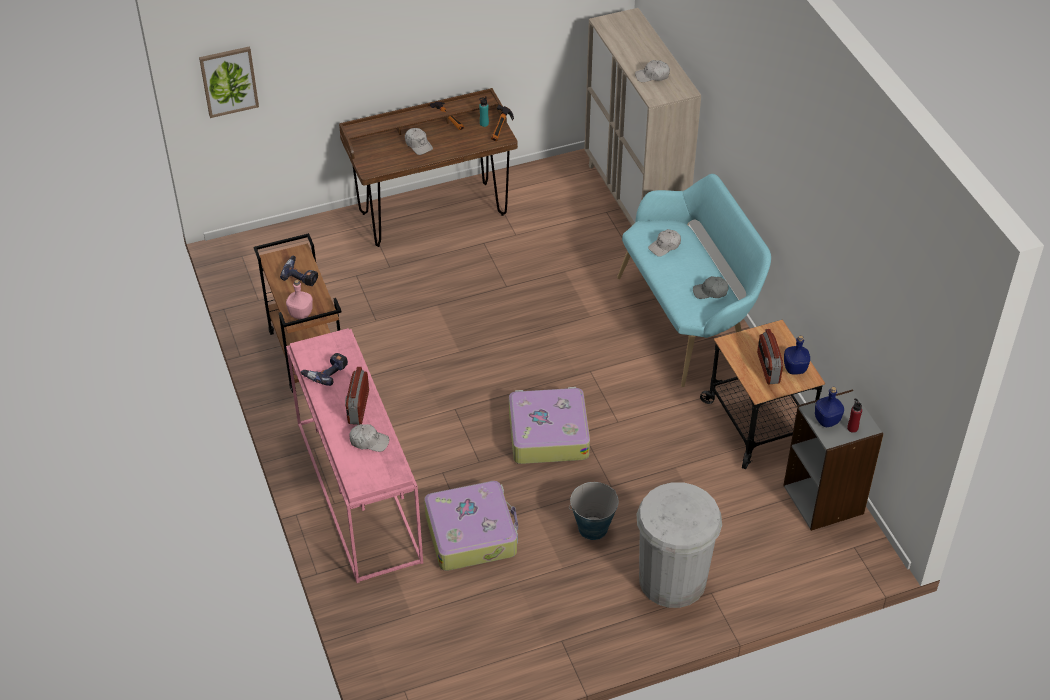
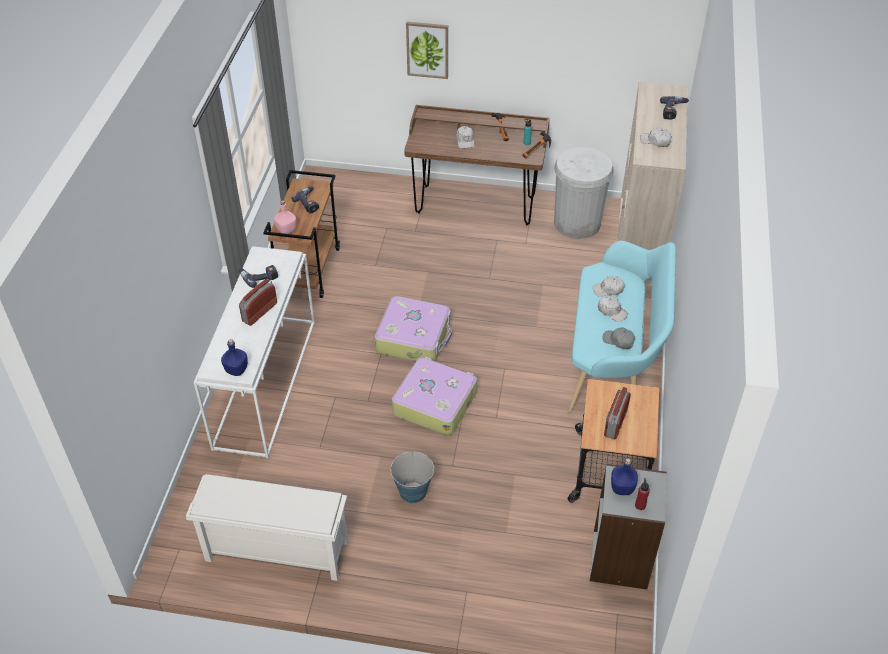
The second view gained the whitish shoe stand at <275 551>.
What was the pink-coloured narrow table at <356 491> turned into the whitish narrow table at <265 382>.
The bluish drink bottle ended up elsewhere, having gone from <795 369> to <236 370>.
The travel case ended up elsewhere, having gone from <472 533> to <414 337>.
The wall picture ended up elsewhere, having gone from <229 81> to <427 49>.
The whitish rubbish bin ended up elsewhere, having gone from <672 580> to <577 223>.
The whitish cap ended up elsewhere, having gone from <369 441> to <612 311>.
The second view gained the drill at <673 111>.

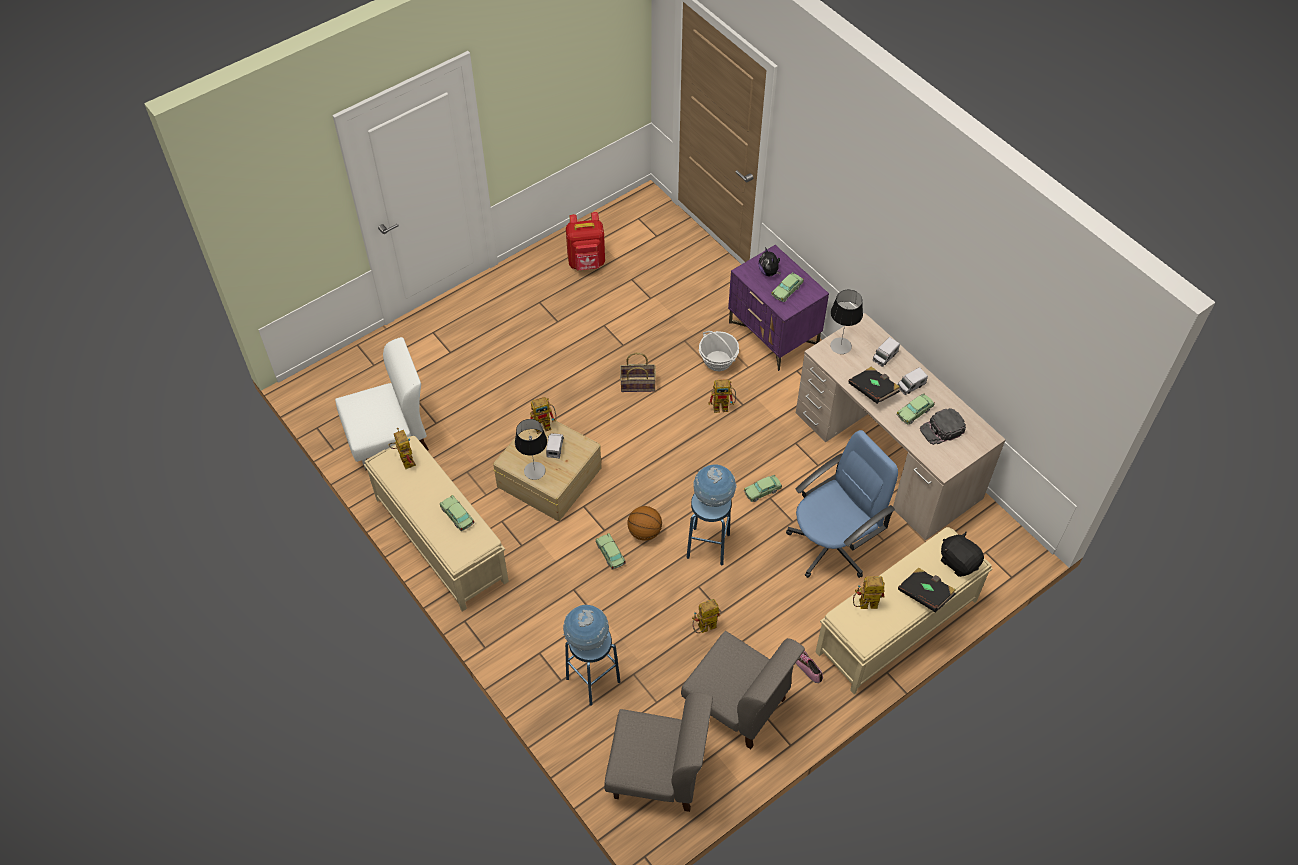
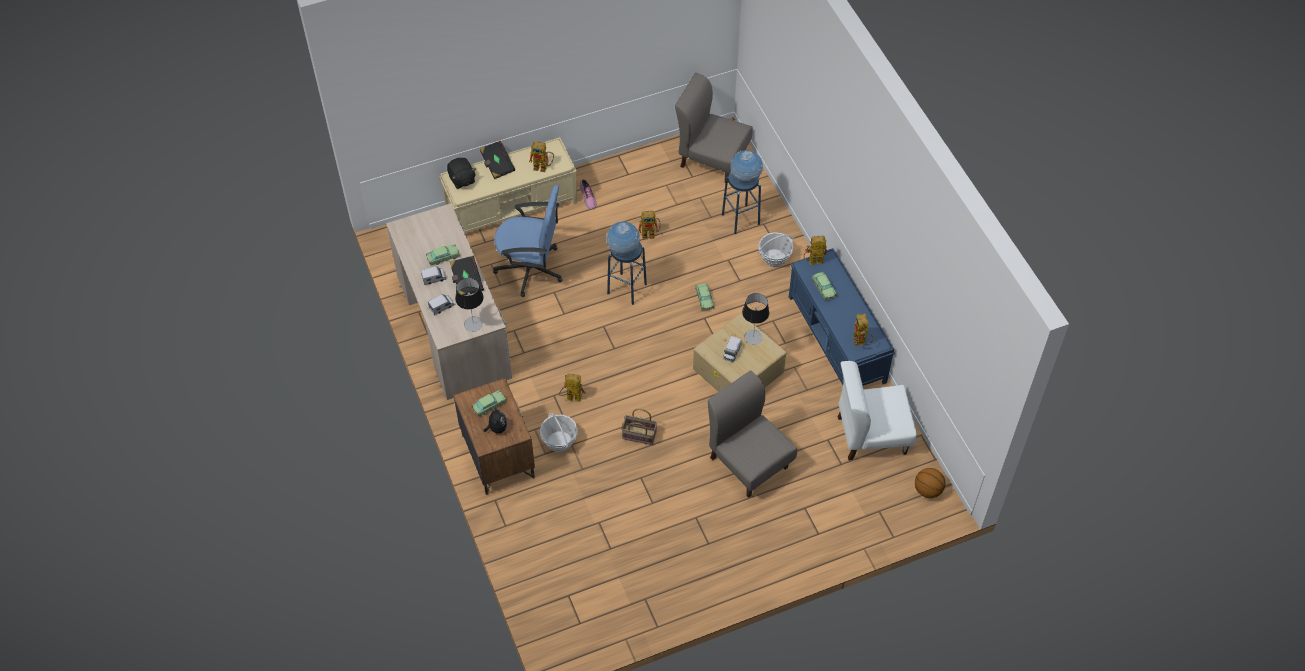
What was the purple-coloured nightstand at <774 334> turned into the brown nightstand at <497 456>.
The bluish computer chair at <832 544> ended up facing another way, 150 degrees counterclockwise from before.
The grey plain chair ended up elsewhere, having gone from <737 704> to <748 462>.
The second view gained the basket at <774 258>.
What was the sand-coloured long seat at <440 539> turned into the bluish long seat at <837 339>.
The model robot ended up elsewhere, having gone from <545 425> to <812 262>.
The basketball ended up elsewhere, having gone from <644 532> to <928 490>.
The second view lost the reddish rucksack at <587 263>.
The second view lost the model car at <762 491>.
The second view lost the black cap at <942 429>.

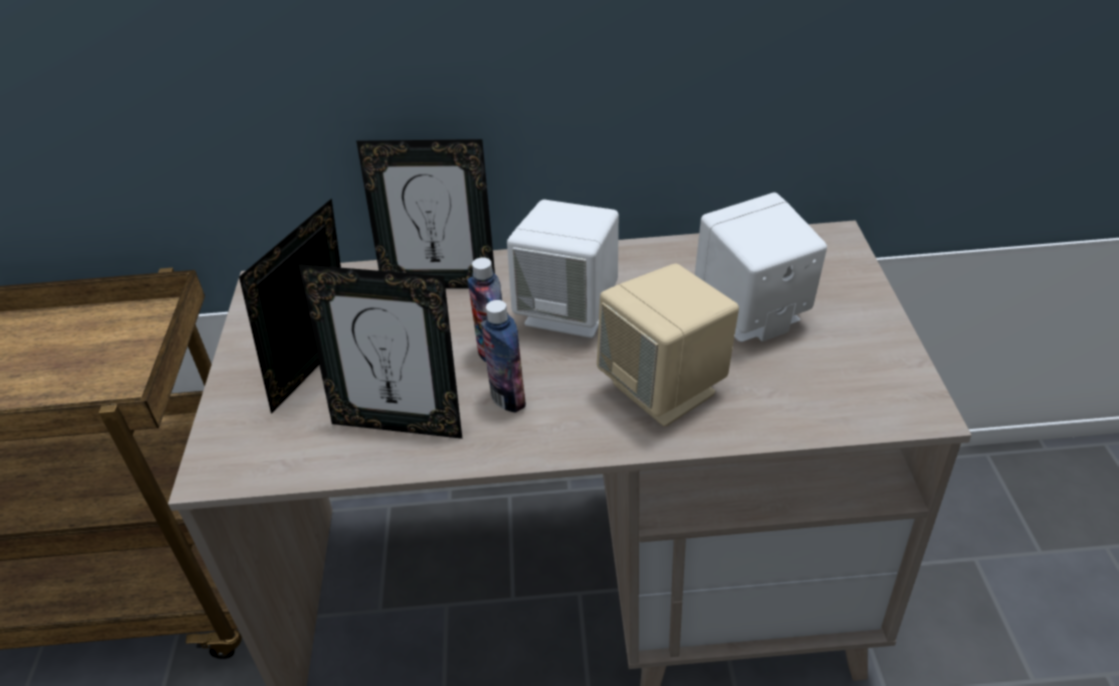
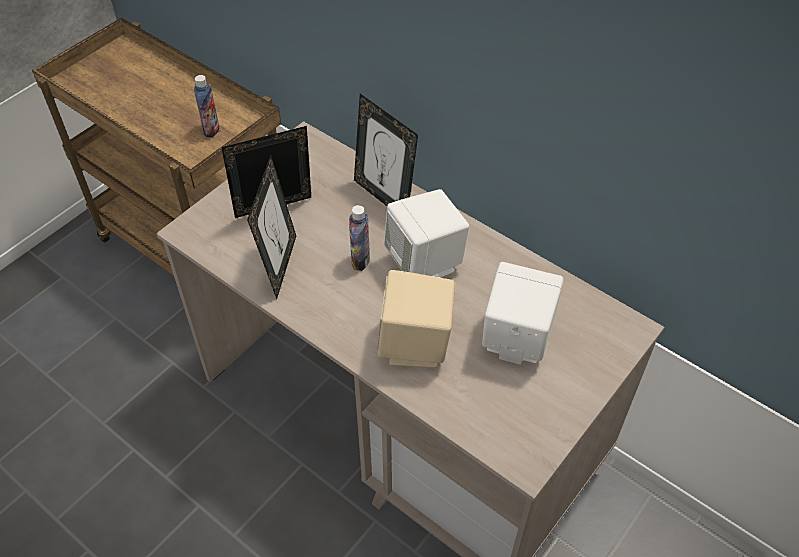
The drink bottle ended up elsewhere, having gone from <508 398> to <211 129>.
The photo frame at <400 422> ended up facing another way, 135 degrees counterclockwise from before.

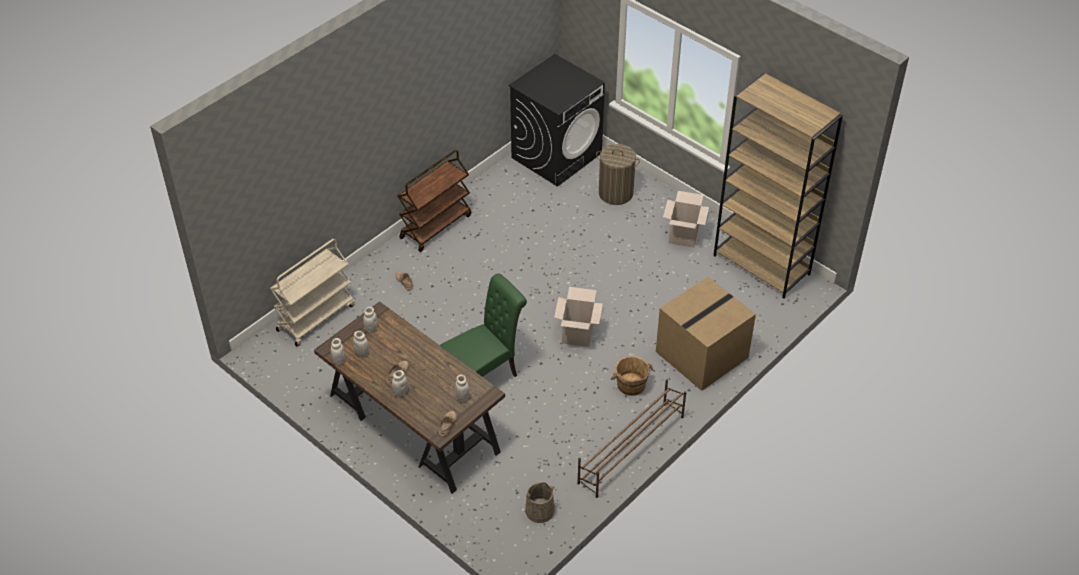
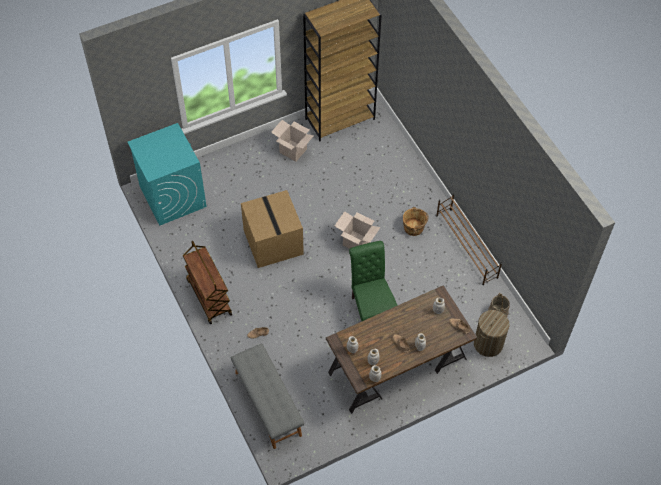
What was the black washing machine at <556 155> turned into the blue-green washing machine at <172 196>.
Where the sand-coloured cart stood at <316 317>, the grey long seat came to stand at <267 403>.
The packing box ended up elsewhere, having gone from <702 356> to <274 242>.
The hamper ended up elsewhere, having gone from <616 193> to <488 343>.

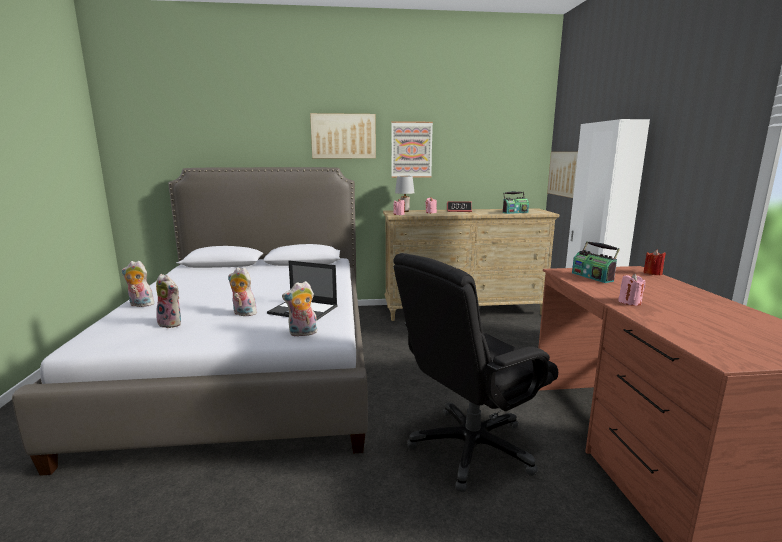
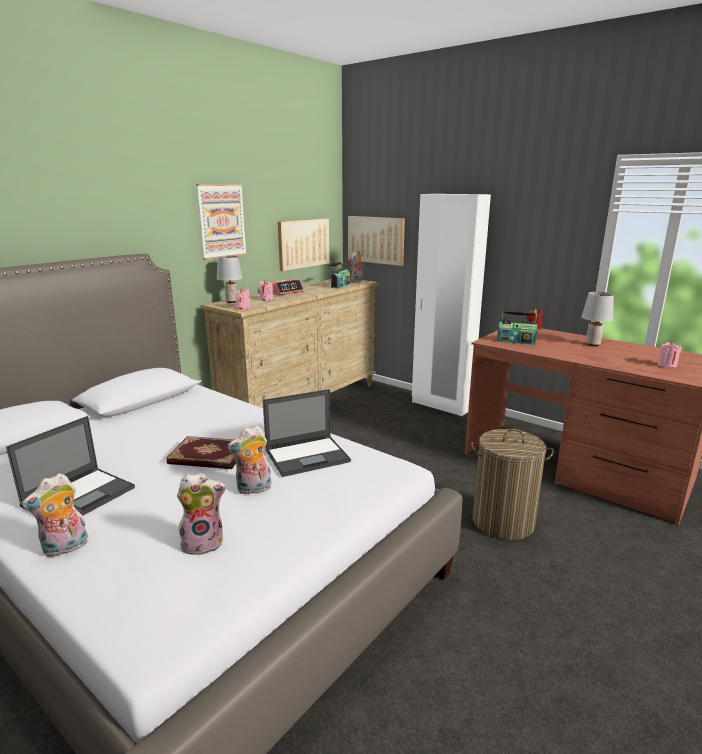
The second view gained the notebook computer at <80 496>.
The second view gained the volume at <208 456>.
The wall picture ended up elsewhere, having gone from <343 136> to <303 243>.
The plush toy ended up elsewhere, having gone from <302 334> to <356 281>.
Where the black computer chair stood at <471 448>, the hamper came to stand at <502 522>.
The second view gained the grey tabletop lamp at <592 344>.
The pink-coloured candle ended up elsewhere, having gone from <629 302> to <667 365>.

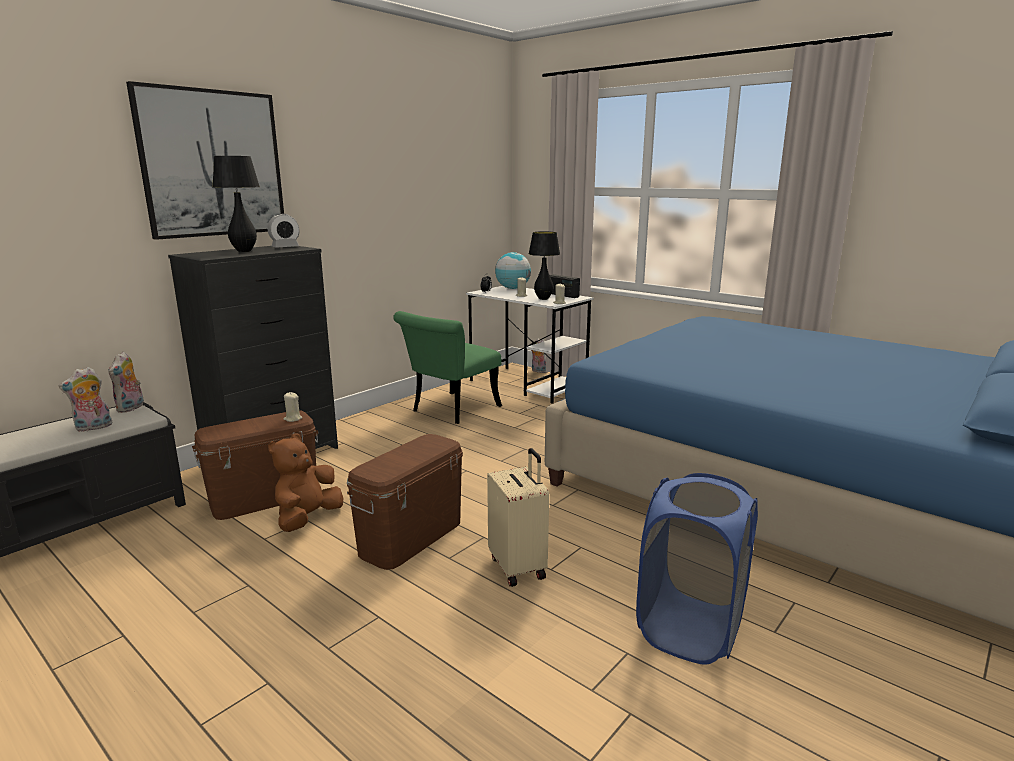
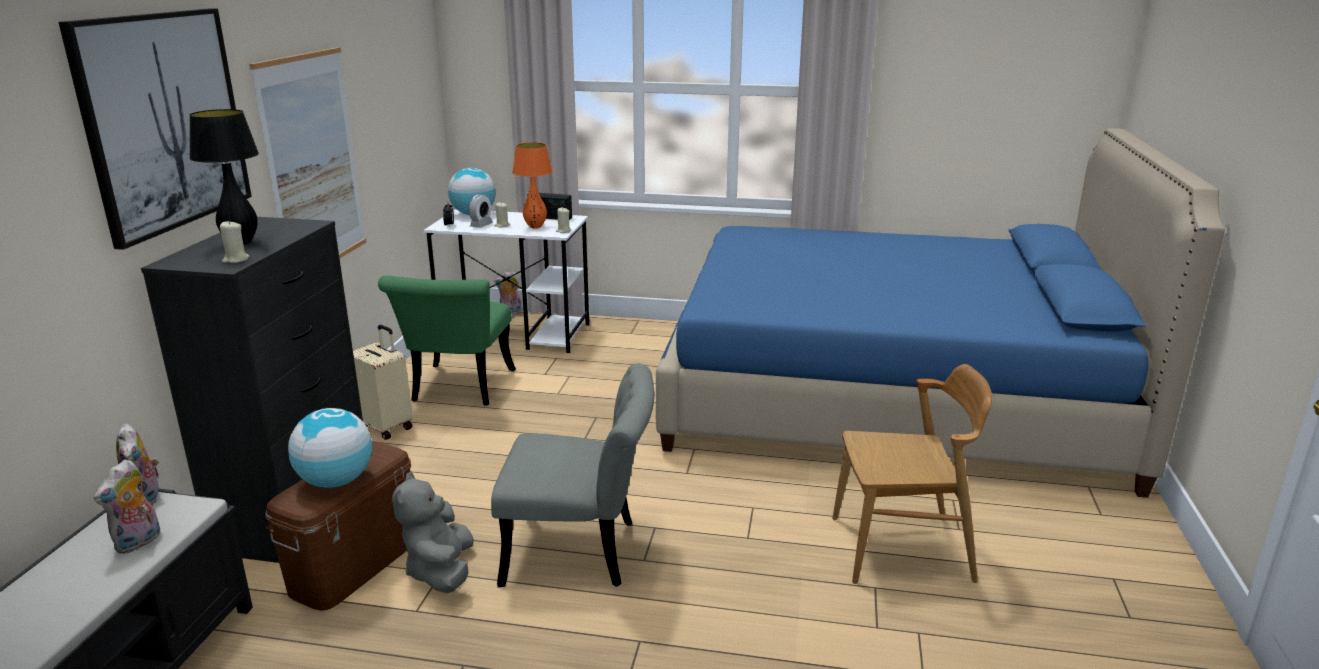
The sand-coloured candle ended up elsewhere, having gone from <293 419> to <235 259>.
The second view gained the wall picture at <312 163>.
The second view gained the desk globe at <335 481>.
The sand-coloured travel case ended up elsewhere, having gone from <519 567> to <386 426>.
What was the brown plush toy at <307 519> turned into the grey plush toy at <441 571>.
The alarm clock ended up elsewhere, having gone from <285 247> to <481 225>.
Where the brown storage box stood at <411 537>, the grey plain chair came to stand at <583 552>.
What was the black tabletop lamp at <543 299> turned into the orange tabletop lamp at <535 227>.
Where the bluish hamper stood at <690 629>, the brown plain chair came to stand at <901 549>.

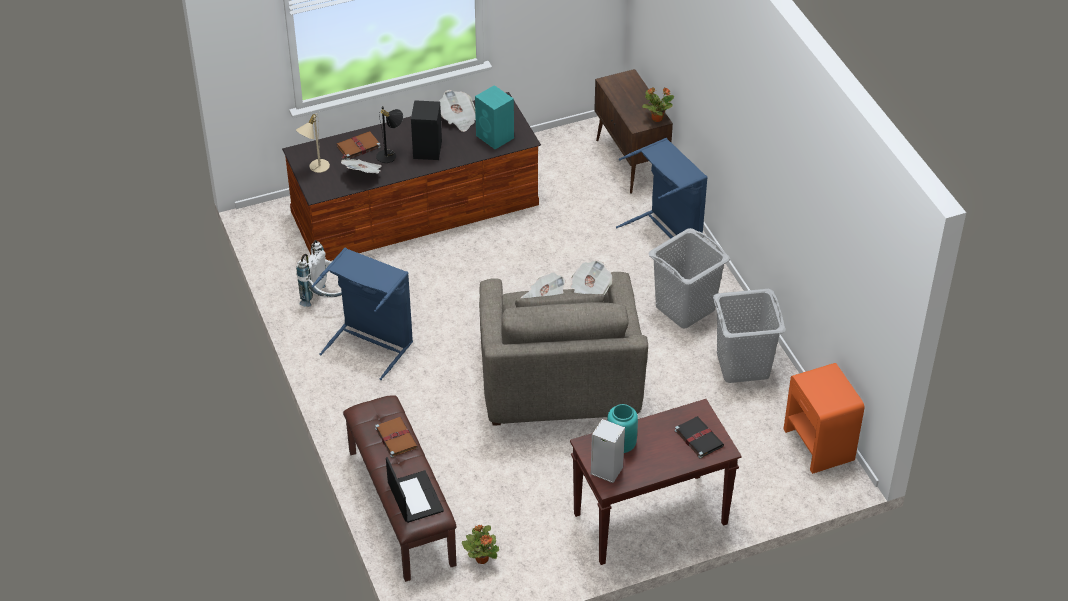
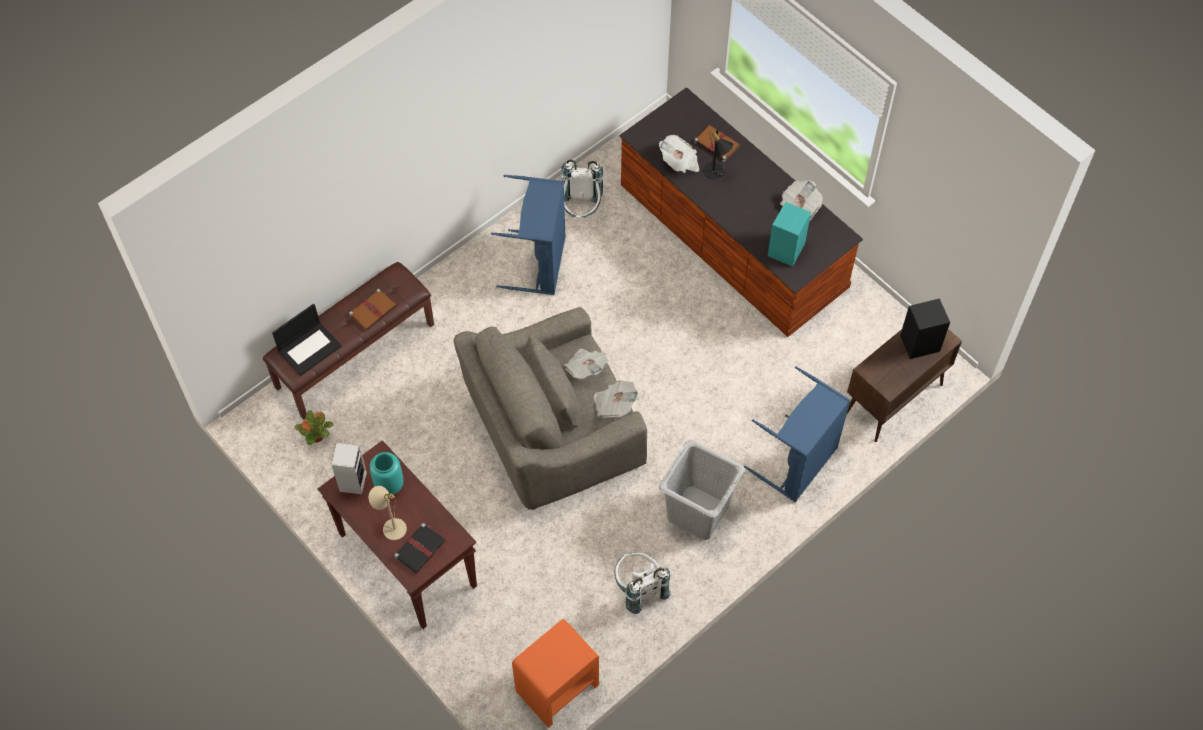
The sand-coloured tabletop lamp ended up elsewhere, having gone from <315 167> to <391 526>.
Where the grey hamper stood at <743 365>, the whitish rucksack came to stand at <638 589>.
The black speaker ended up elsewhere, having gone from <427 149> to <920 343>.
The second view lost the potted plant at <656 118>.

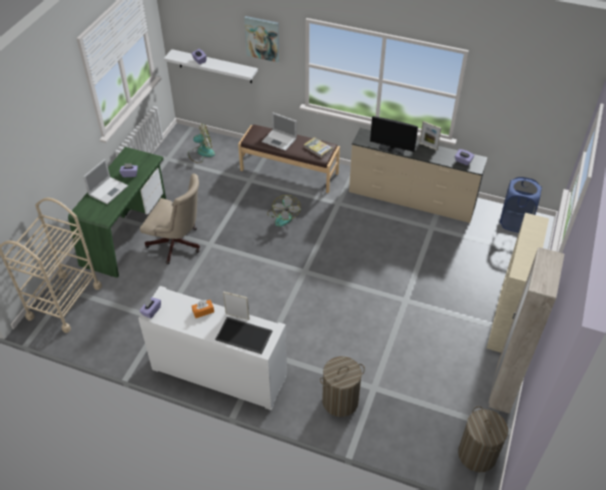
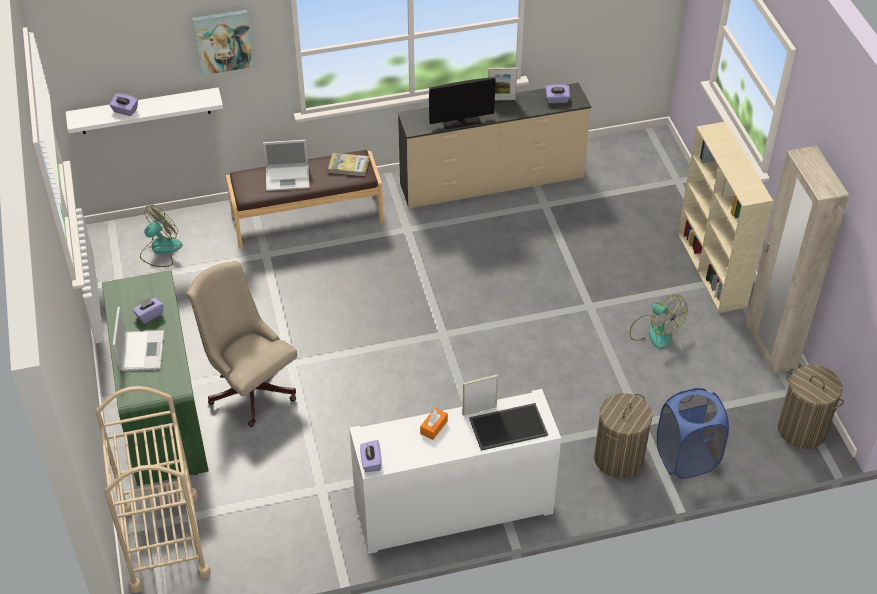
The sand-coloured computer chair at <178 245> ended up facing another way, 120 degrees counterclockwise from before.
The fan ended up elsewhere, having gone from <283 216> to <654 331>.
The bluish hamper ended up elsewhere, having gone from <515 222> to <686 458>.

